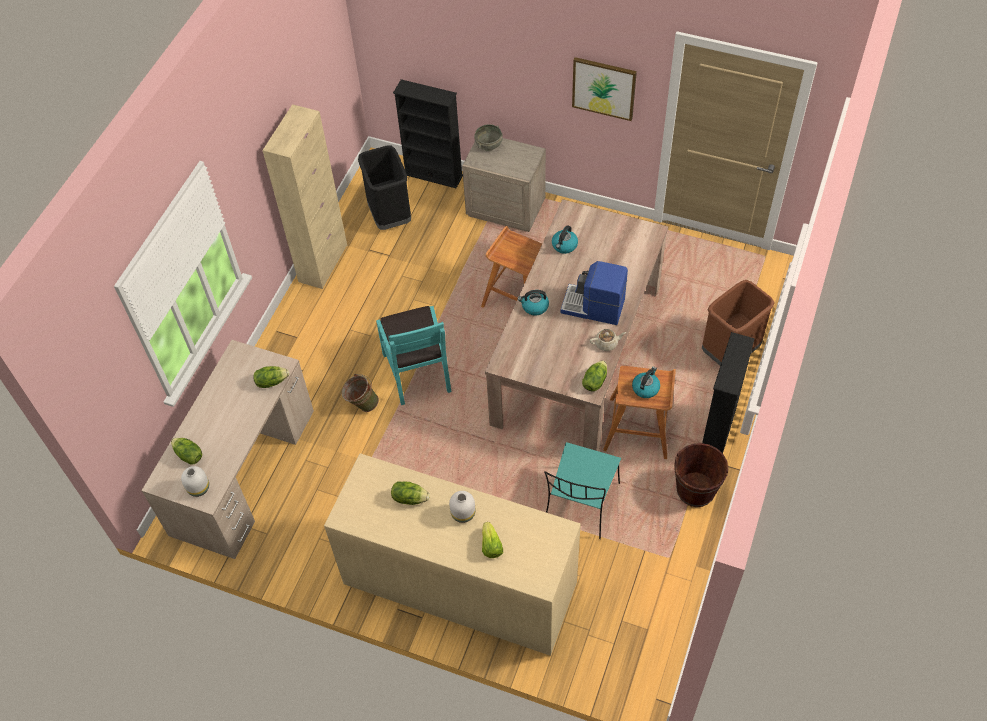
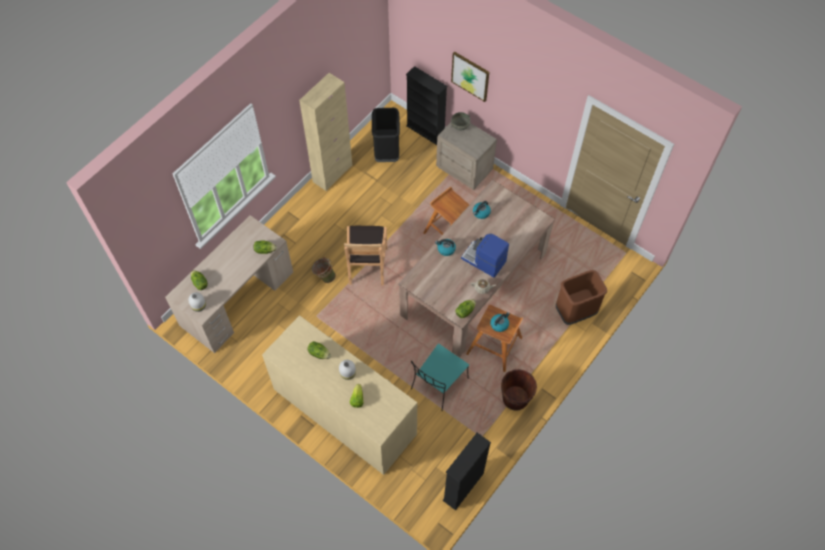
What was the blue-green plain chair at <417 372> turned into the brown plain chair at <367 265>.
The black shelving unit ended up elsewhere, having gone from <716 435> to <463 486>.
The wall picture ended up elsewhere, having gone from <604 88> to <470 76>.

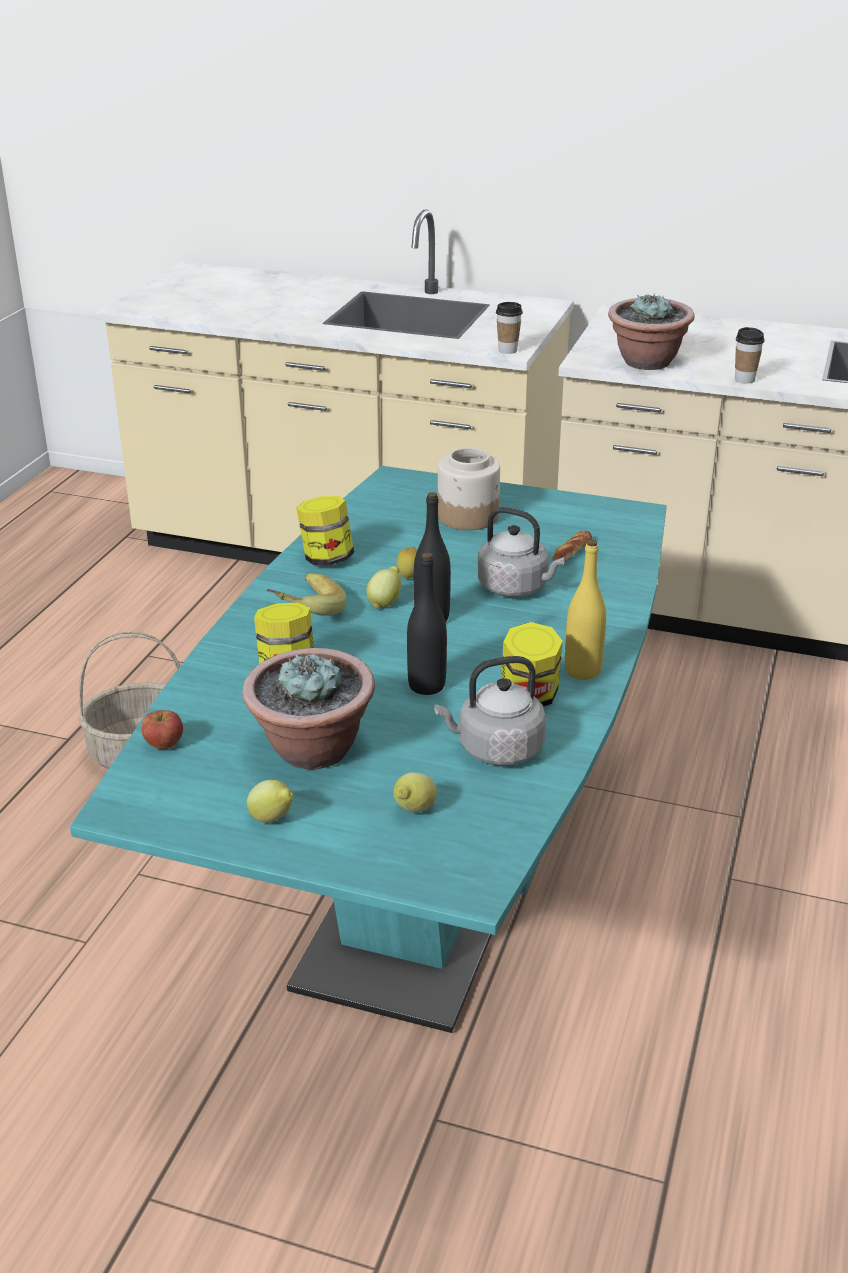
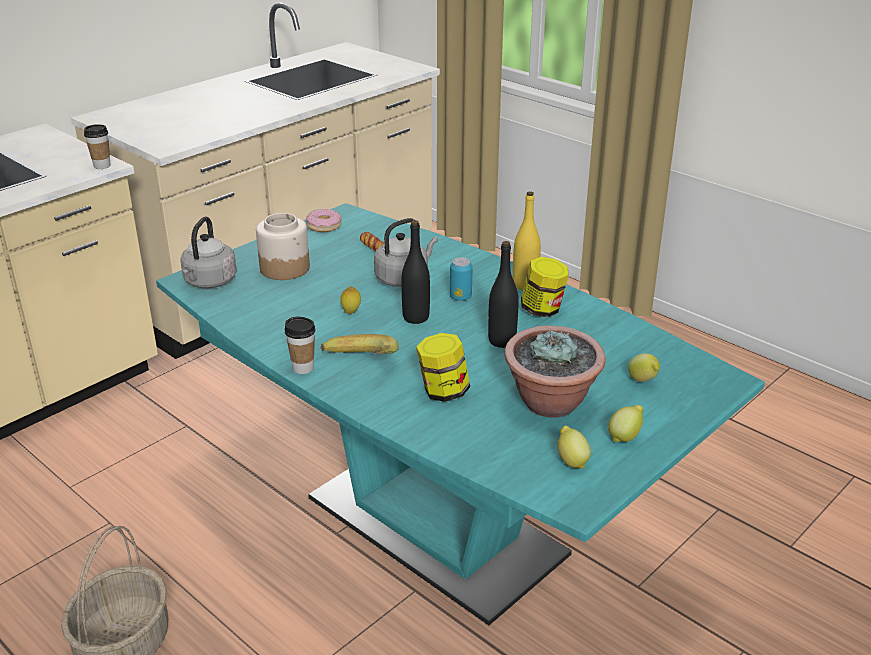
The grey water kettle ended up elsewhere, having gone from <495 750> to <209 282>.
The cup ended up elsewhere, having gone from <744 380> to <303 368>.
The second view gained the doughnut at <323 226>.
The second view gained the metal can at <460 297>.
The lemon ended up elsewhere, having gone from <385 603> to <571 461>.
The second view lost the apple at <164 744>.
The second view lost the preserve jar at <326 559>.
The second view lost the potted plant at <647 362>.

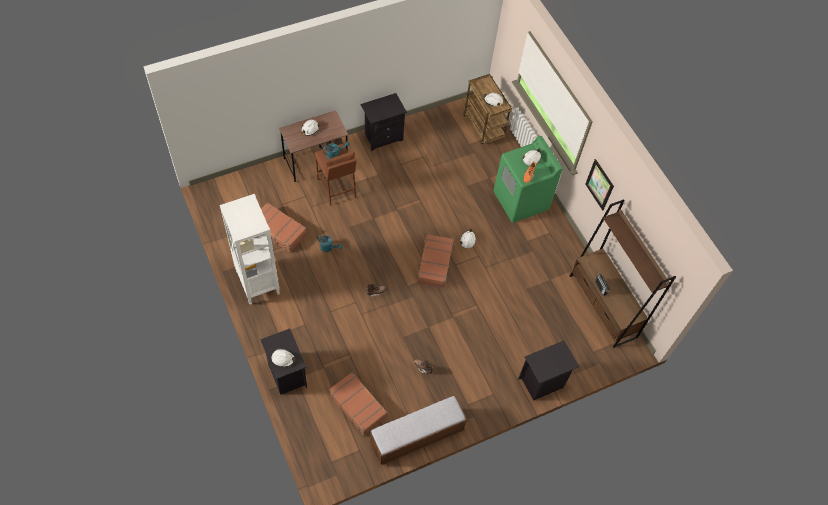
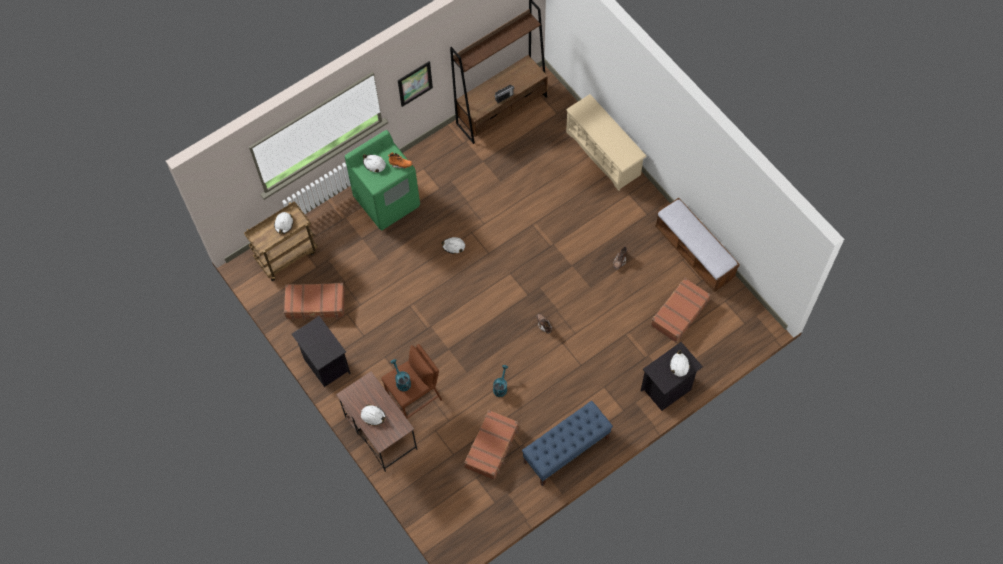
The brown travel case ended up elsewhere, having gone from <434 264> to <315 304>.
Where the whitish shelving unit stood at <258 282>, the bluish long seat came to stand at <566 450>.
Where the black nightstand stood at <541 382>, the sand-coloured shoe stand came to stand at <603 154>.

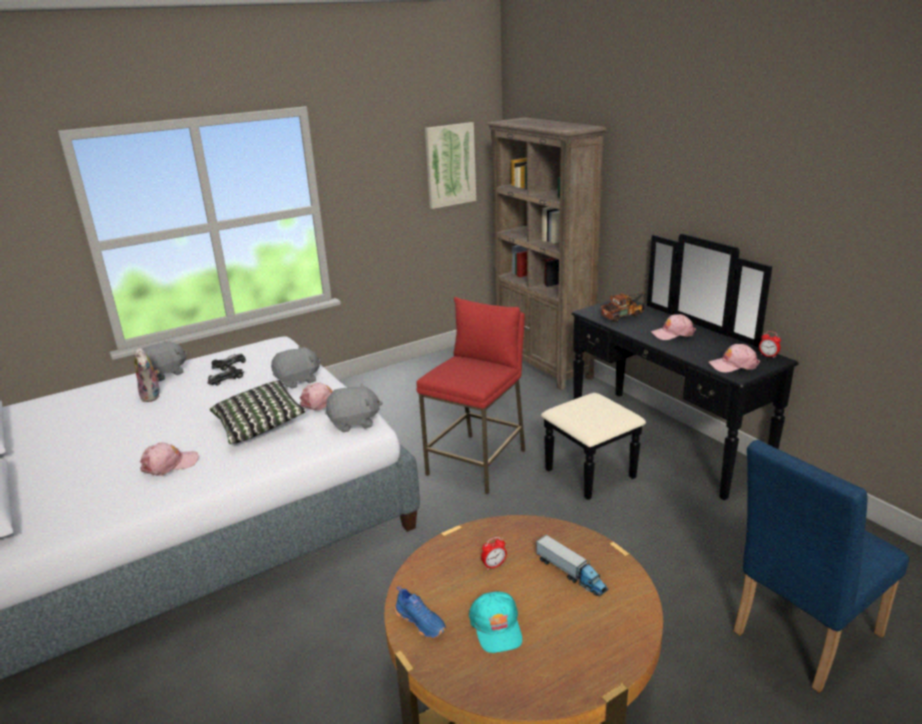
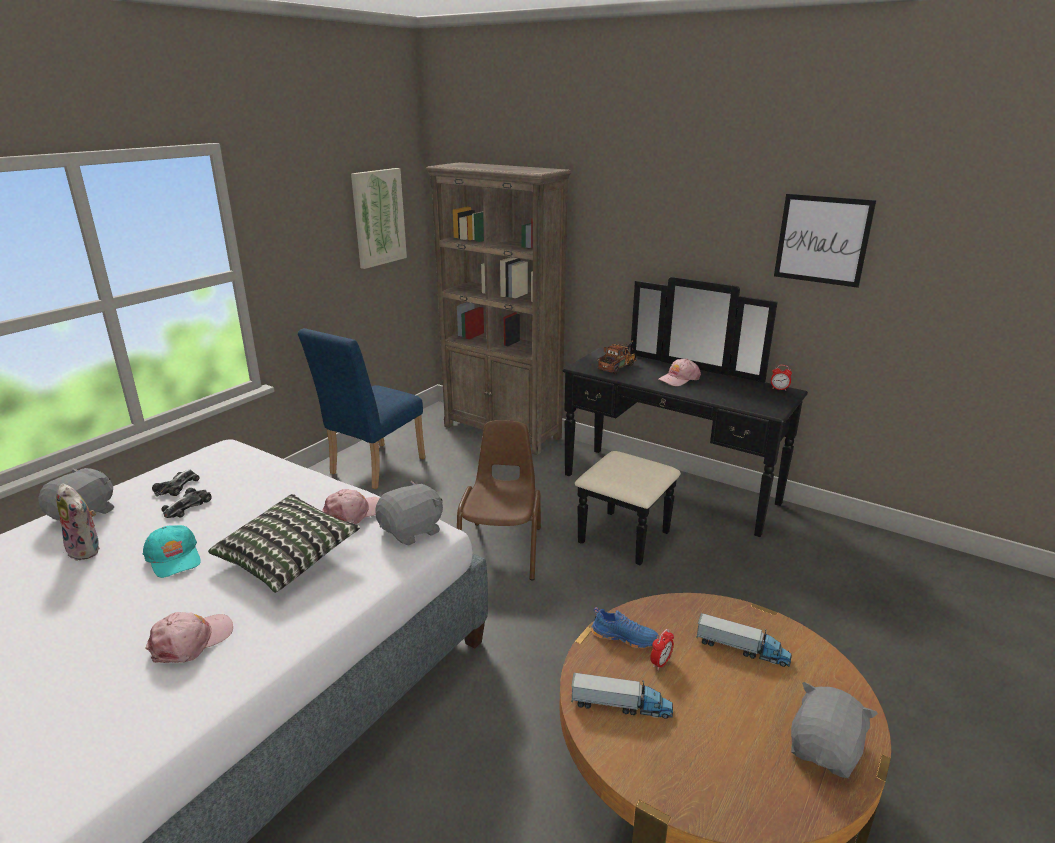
The blue-green cap ended up elsewhere, having gone from <496 627> to <174 558>.
The bluish plain chair ended up elsewhere, having gone from <799 637> to <372 468>.
Where the reddish stool seat stood at <477 462>, the brown plain chair came to stand at <502 550>.
The second view gained the toy lorry at <621 706>.
The bluish low shoe ended up elsewhere, having gone from <421 621> to <624 637>.
The second view gained the wall picture at <822 240>.
The grey plush toy ended up elsewhere, having gone from <298 380> to <825 750>.
The second view lost the pink-coloured cap at <733 365>.

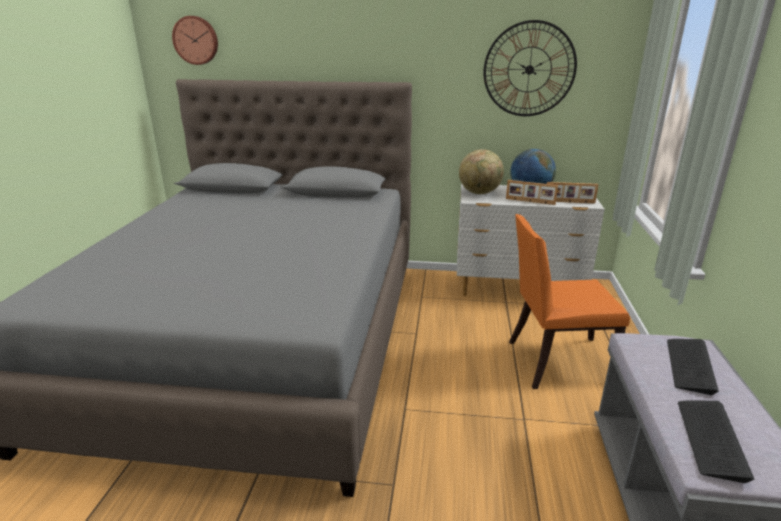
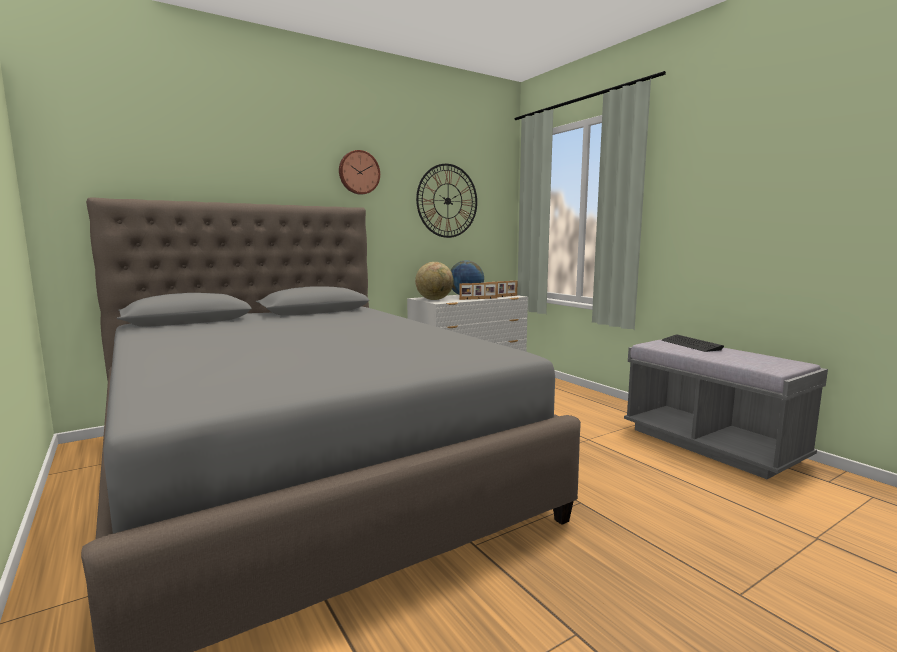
The clock on the wall ended up elsewhere, having gone from <196 40> to <358 172>.
The second view lost the orange plain chair at <555 362>.
The second view lost the PC keyboard at <711 439>.

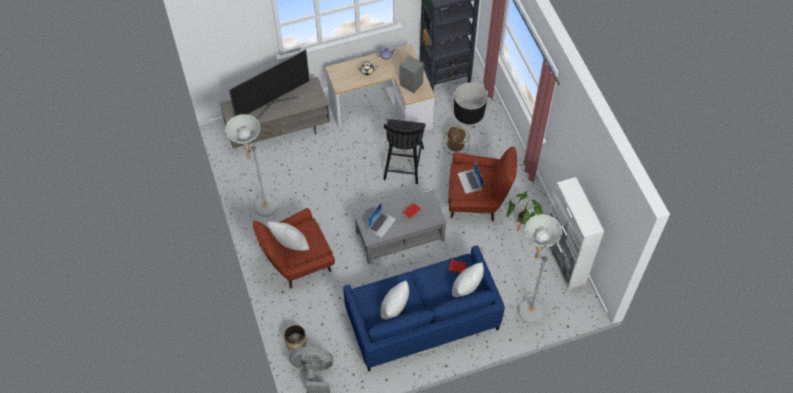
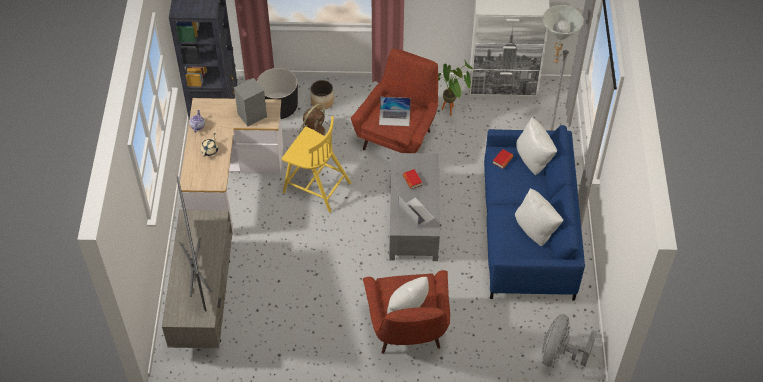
What was the black plain chair at <403 162> turned into the yellow-coloured plain chair at <316 187>.
The flower pot ended up elsewhere, having gone from <296 342> to <322 102>.
The second view lost the grey standard lamp at <262 210>.

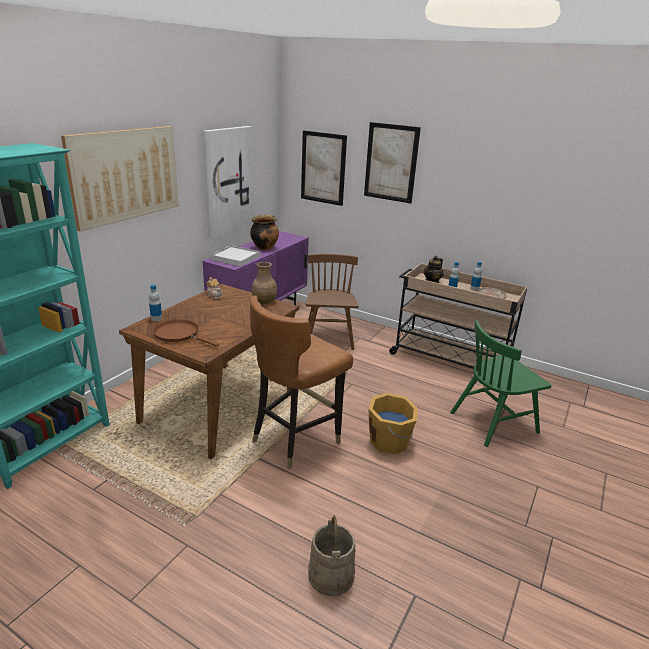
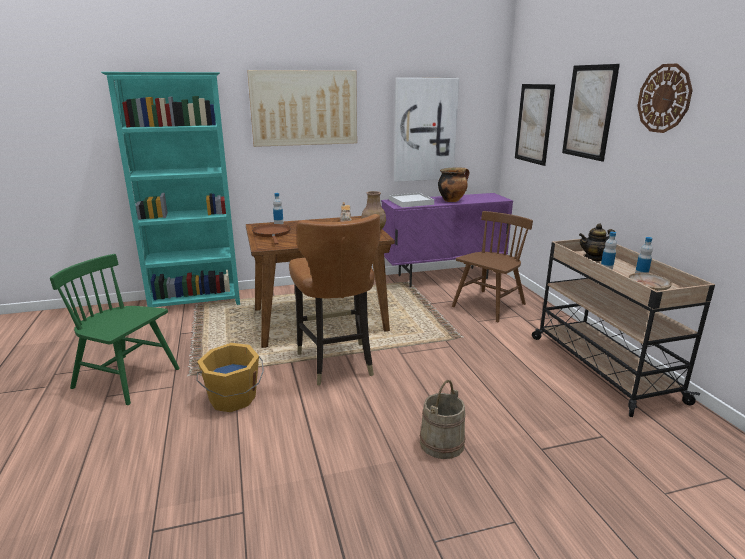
The green-coloured plain chair ended up elsewhere, having gone from <493 422> to <127 378>.
The orange pail ended up elsewhere, having gone from <390 441> to <233 399>.
The brown plain chair at <295 439> ended up facing another way, 105 degrees counterclockwise from before.
The sand-coloured pail ended up elsewhere, having gone from <331 575> to <442 444>.
The second view gained the clock on the wall at <664 98>.

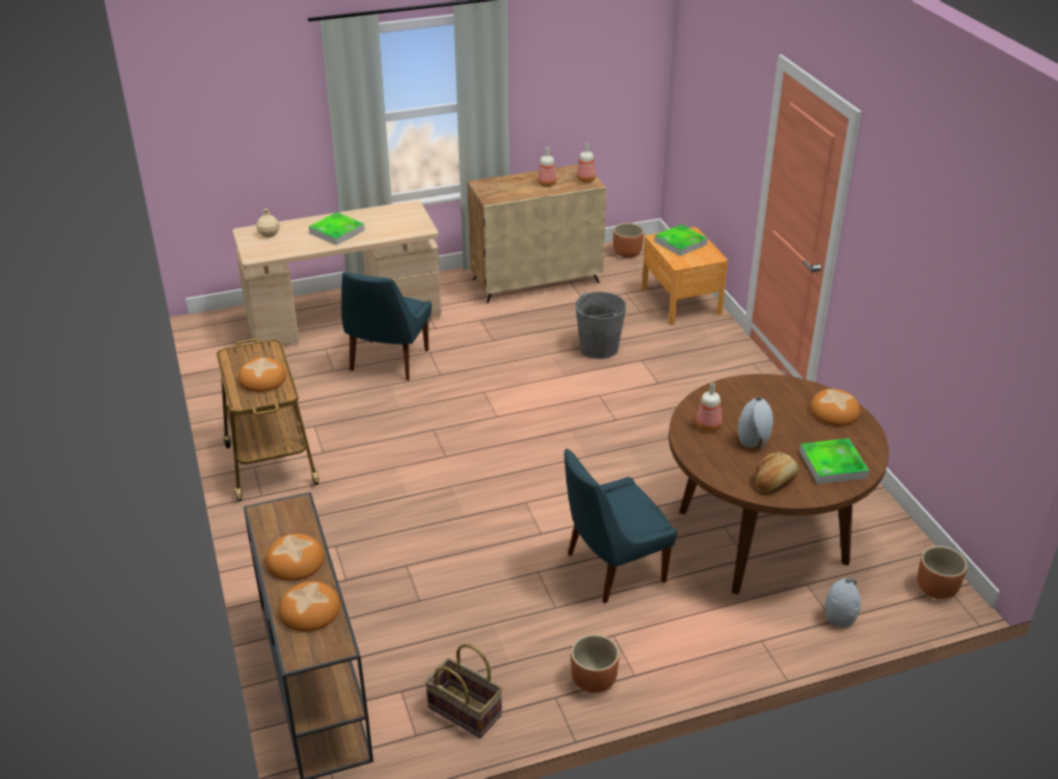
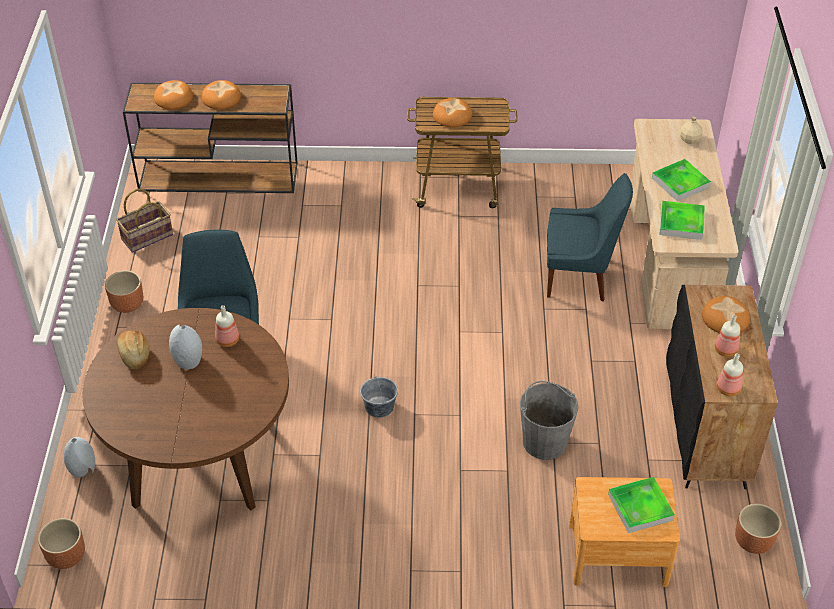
The second view gained the grey pail at <379 407>.
The bluish plain chair at <388 362> ended up facing another way, 150 degrees clockwise from before.
The tray ended up elsewhere, having gone from <832 464> to <681 223>.
What was the sand-coloured storage cabinet at <536 280> turned into the black storage cabinet at <706 430>.
The baked bread ended up elsewhere, having gone from <834 411> to <724 318>.

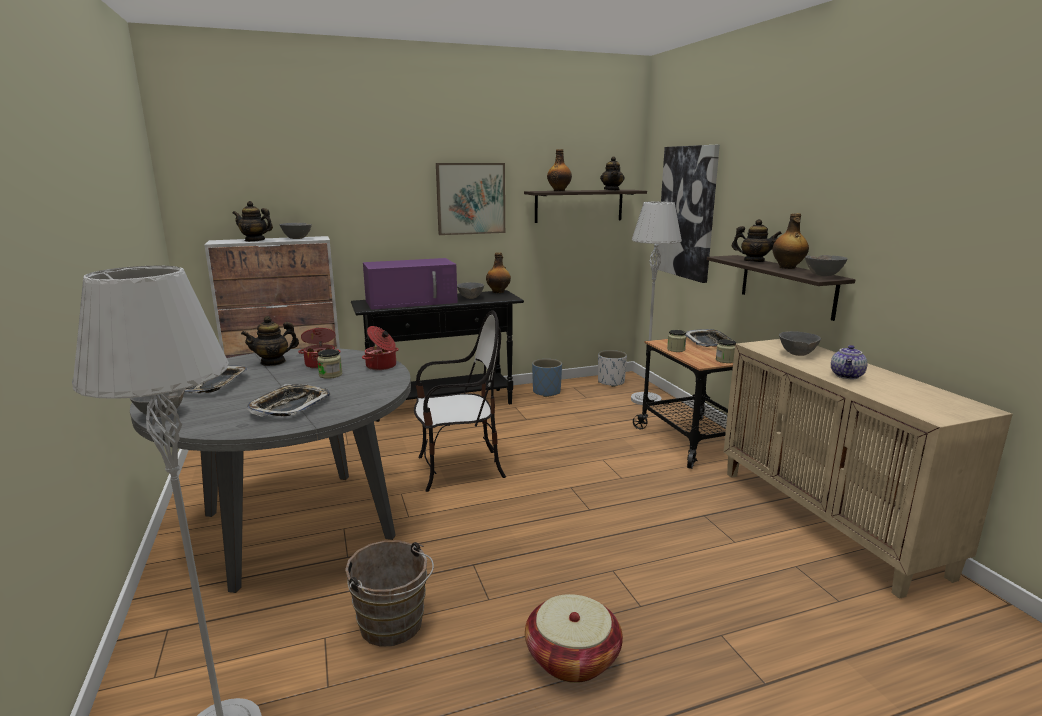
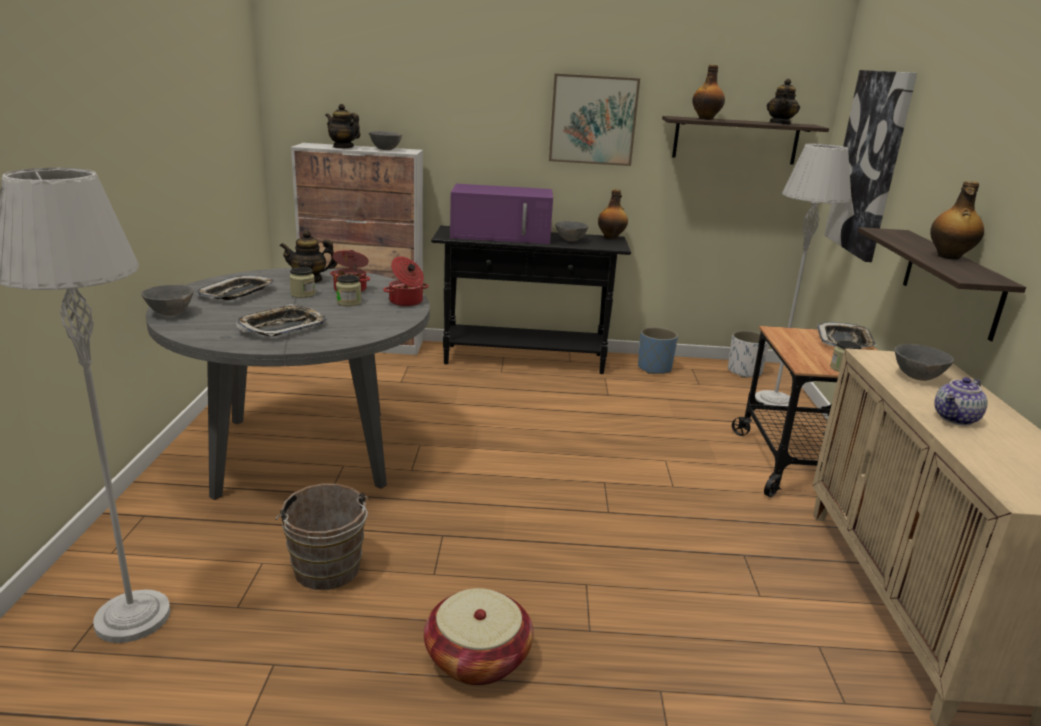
The preserve jar ended up elsewhere, having gone from <676 349> to <303 294>.
The second view lost the plain chair at <459 469>.
The second view lost the tea pot at <754 261>.
The second view lost the grey bowl at <823 276>.

